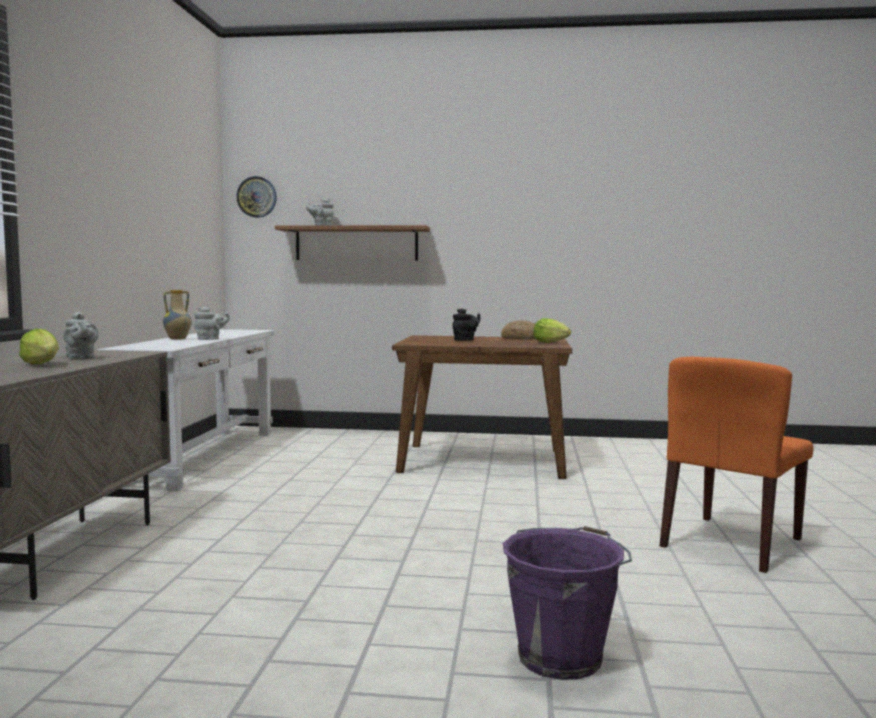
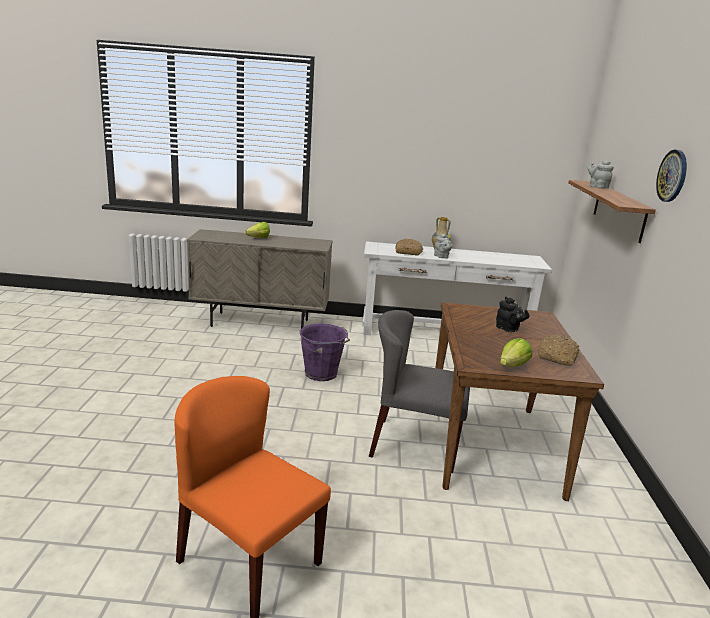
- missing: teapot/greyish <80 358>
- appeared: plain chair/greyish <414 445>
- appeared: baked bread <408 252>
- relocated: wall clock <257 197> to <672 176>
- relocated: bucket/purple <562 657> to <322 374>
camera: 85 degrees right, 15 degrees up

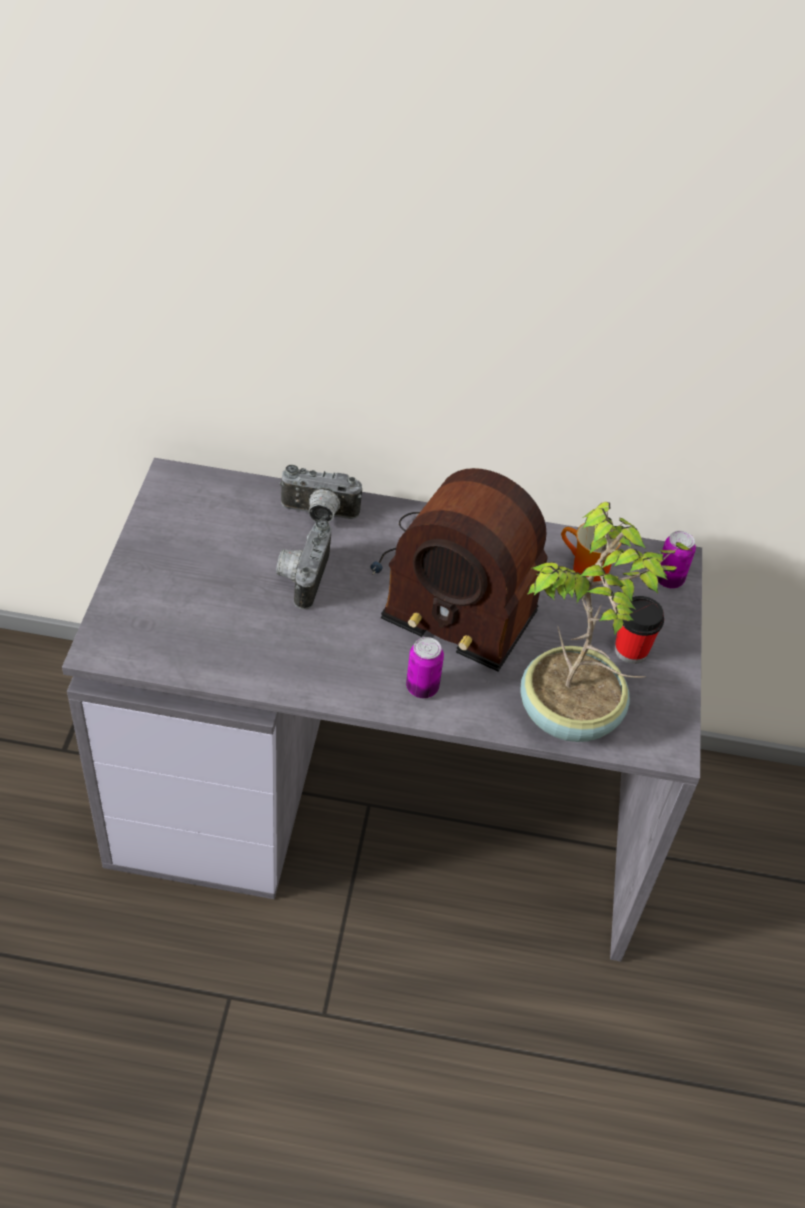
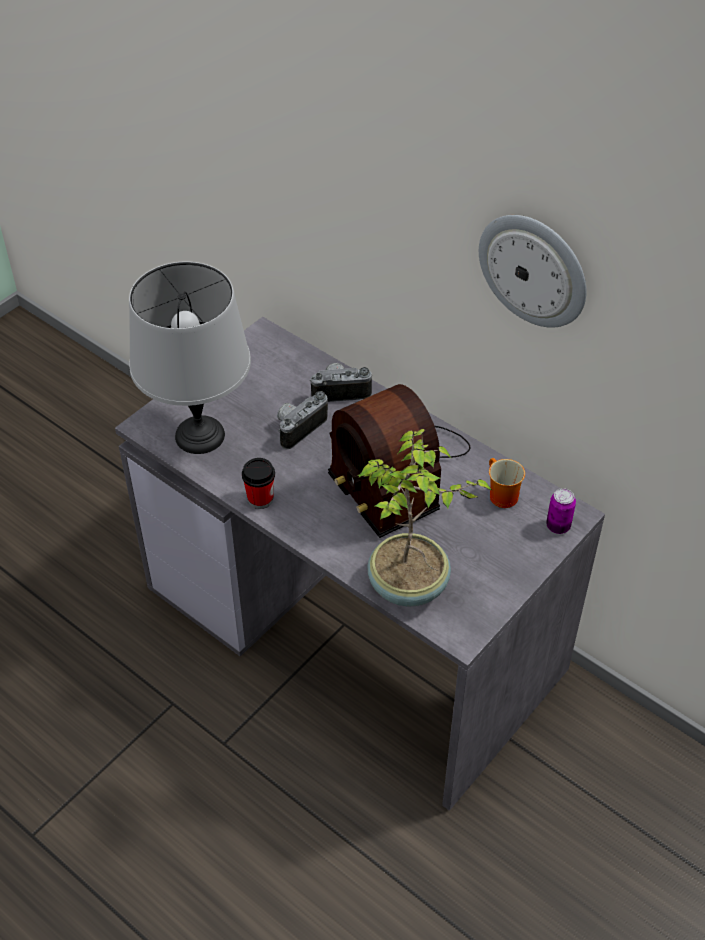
- missing: sealed can <422 688>
- appeared: table lamp/greyish <199 434>
- appeared: wall clock <534 269>
- relocated: cup <631 650> to <260 499>
- spun: still camera <318 515> = <340 391> 135 degrees clockwise
camera: 35 degrees right, 0 degrees up

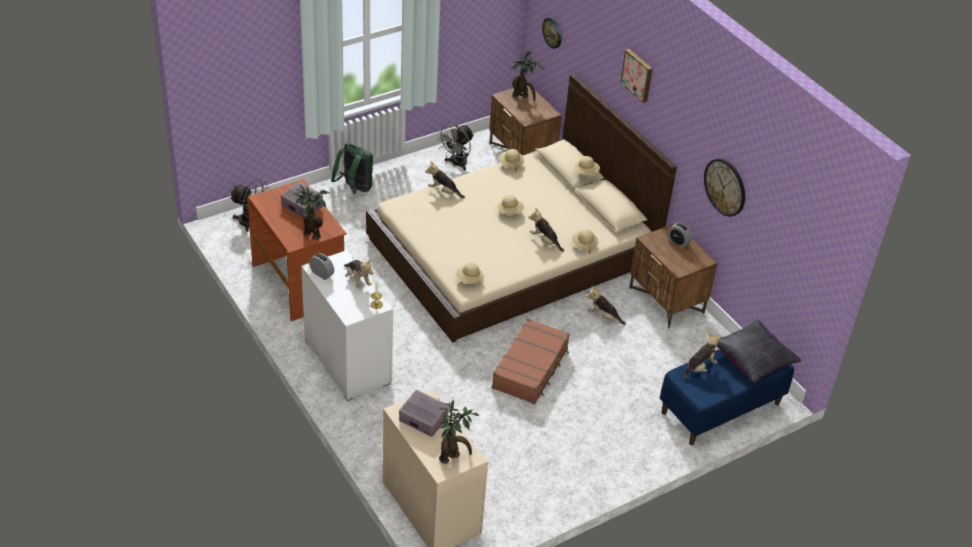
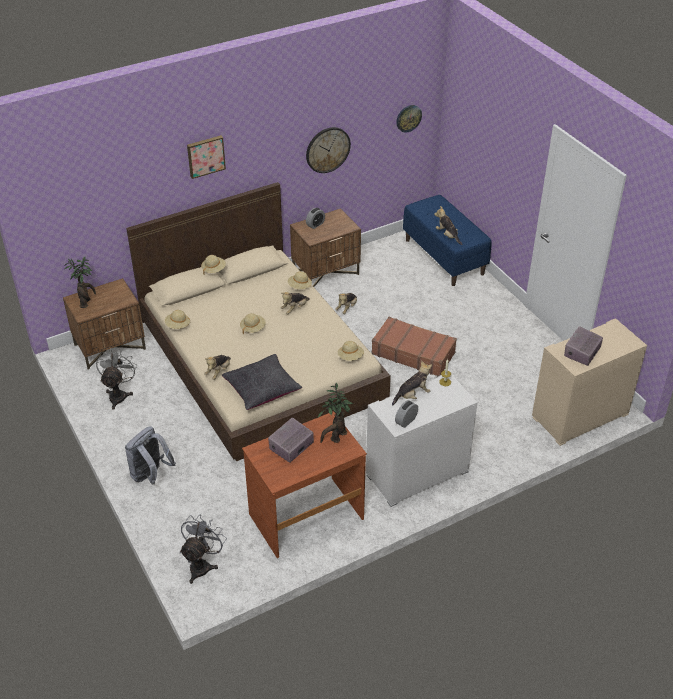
- missing: houseplant <452 457>
- relocated: wall clock <552 32> to <408 118>
- relocated: cushion/black <753 358> to <262 389>
- colour: rucksack/green-coloured <354 189> to rucksack/greyish <150 475>
- spun: electric fan/greyish <456 164> = <119 394> 120 degrees counterclockwise
camera: 85 degrees left, 0 degrees up

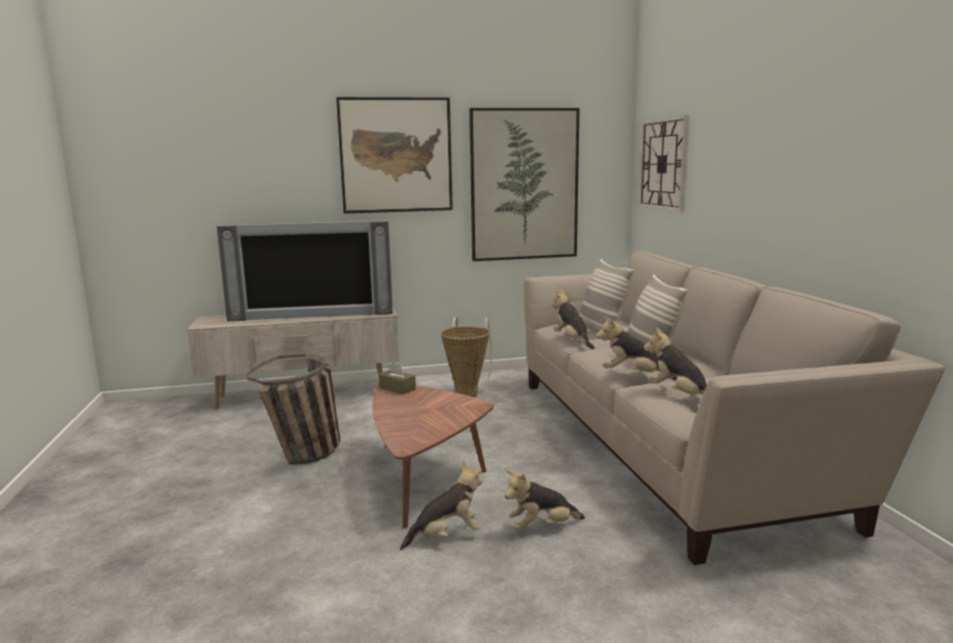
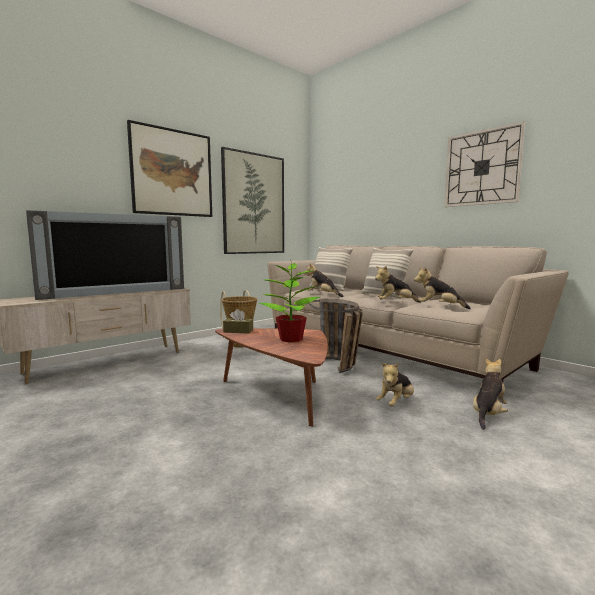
- appeared: houseplant <290 339>
- relocated: basket <307 457> to <341 368>
- relocated: soft toy <446 536> to <488 414>
- relocated: wall clock <663 164> to <482 168>
camera: 30 degrees left, 5 degrees down

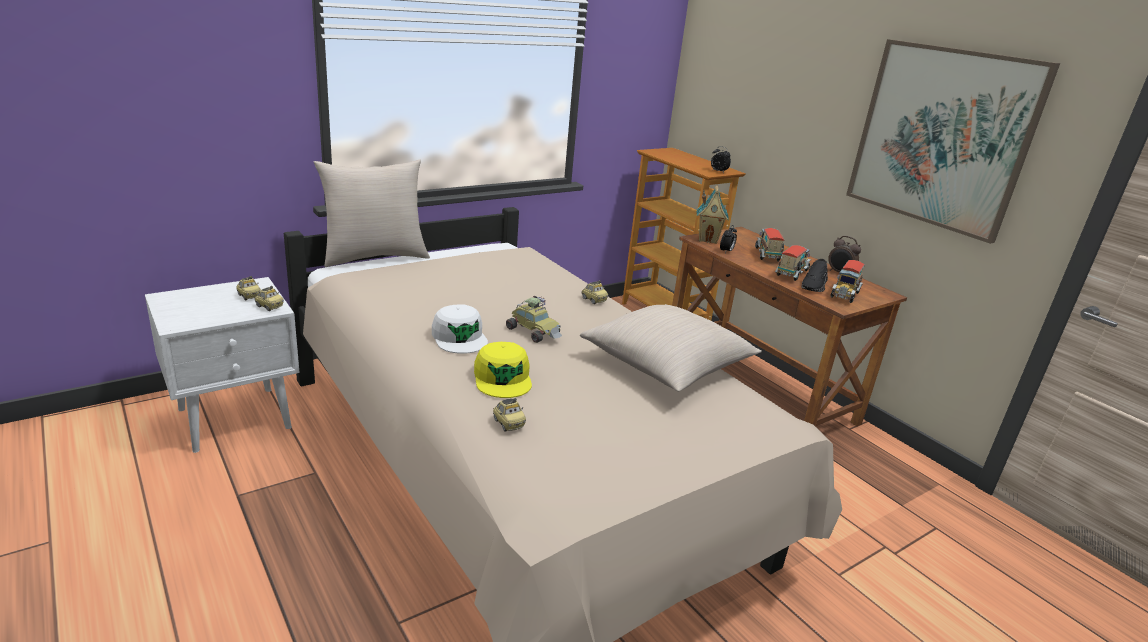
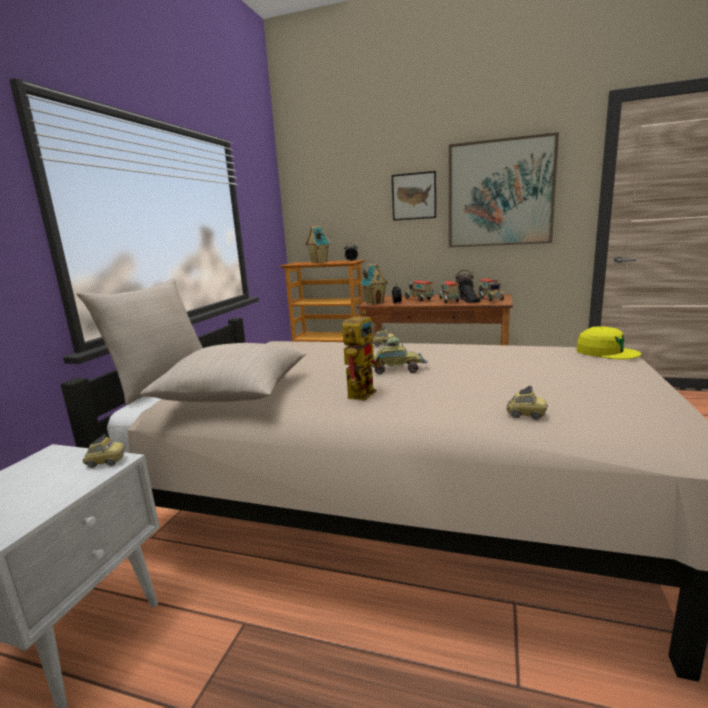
- missing: toy car <249 296>
- appeared: toy house <318 262>
- appeared: wall art <414 196>
- relocated: baseball cap/yellow-coloured <503 378> to <606 352>
- relocated: cushion/beige-coloured <666 365> to <235 394>
- exchanged: baseball cap/whitish <459 337> to toy robot <362 391>
camera: 35 degrees left, 10 degrees down

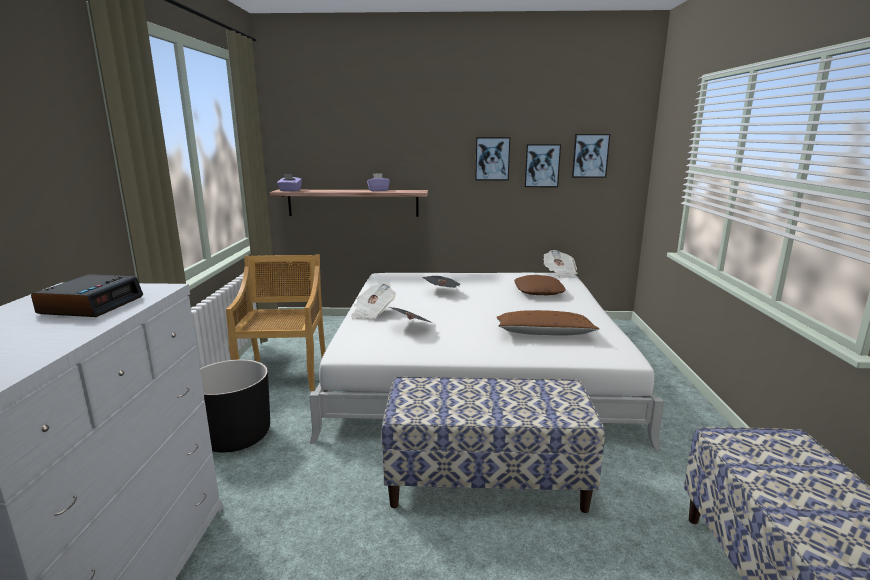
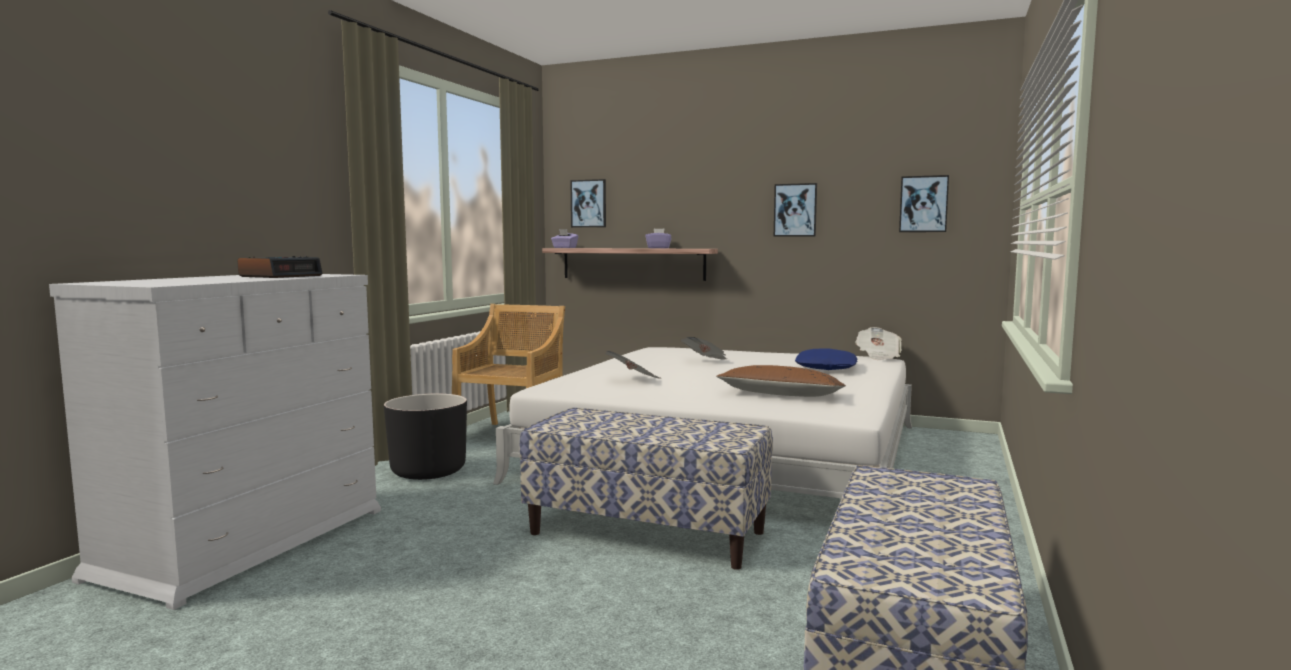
- missing: newspaper <372 313>
- relocated: wall art <542 165> to <589 203>
- colour: cushion/brown <539 291> to cushion/blue-coloured <826 367>
camera: 20 degrees right, 10 degrees down

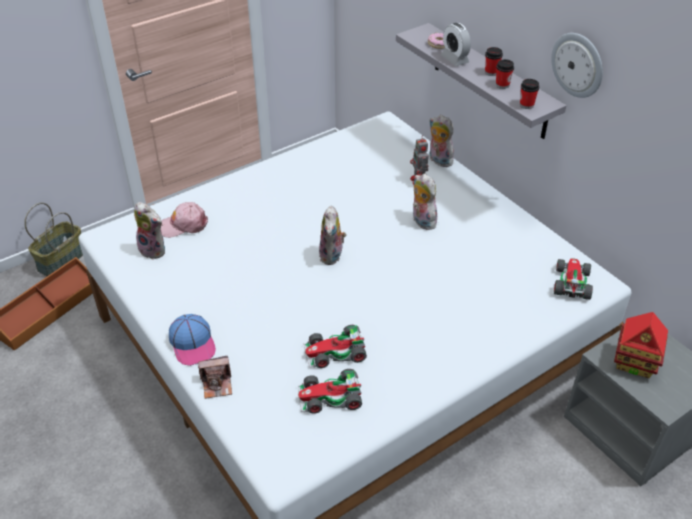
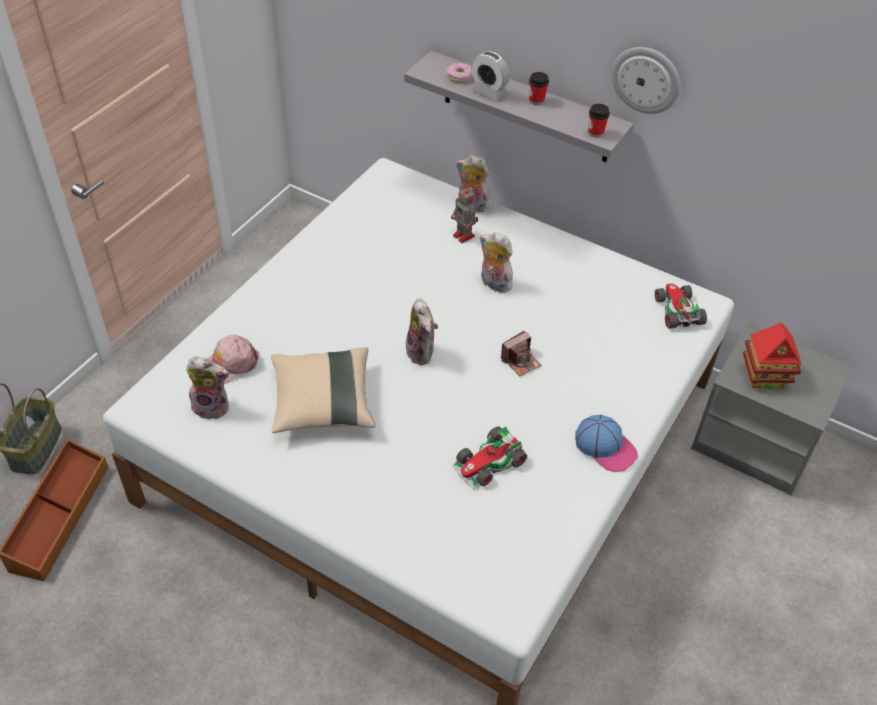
- missing: toy car <330 397>
- missing: cup <502 85>
- appeared: cushion/beige-coloured <323 403>
- relocated: baseball cap <193 344> to <605 447>
- relocated: still camera <217 384> to <520 361>
camera: 25 degrees left, 5 degrees up

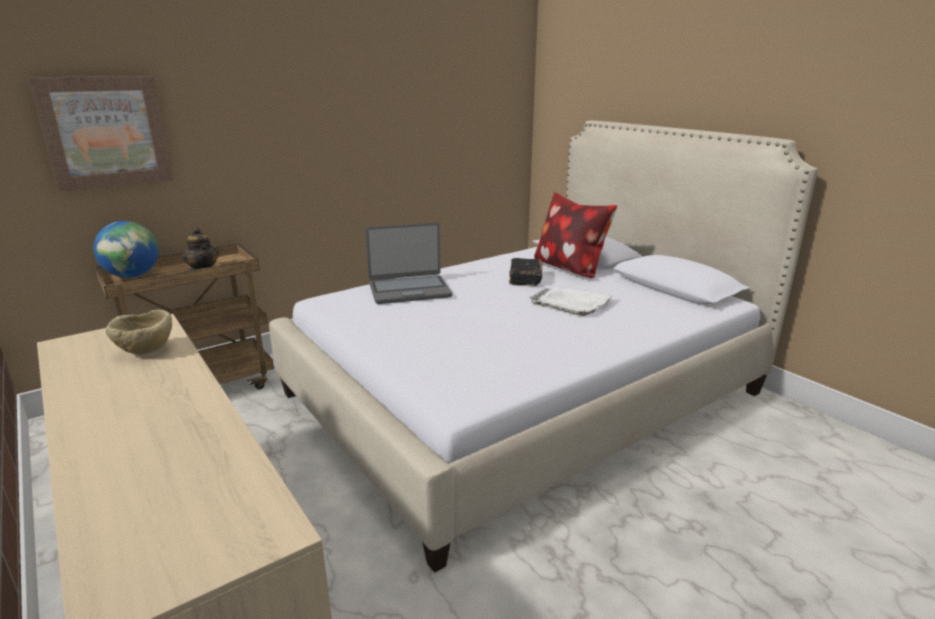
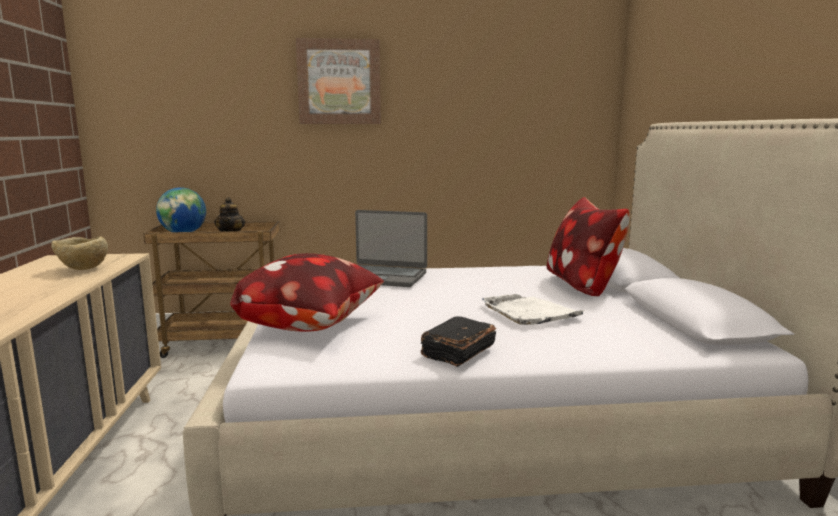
- appeared: cushion <313 326>
- relocated: wall art <105 132> to <339 82>
- relocated: bound book/black <524 279> to <457 353>
camera: 30 degrees right, 10 degrees down

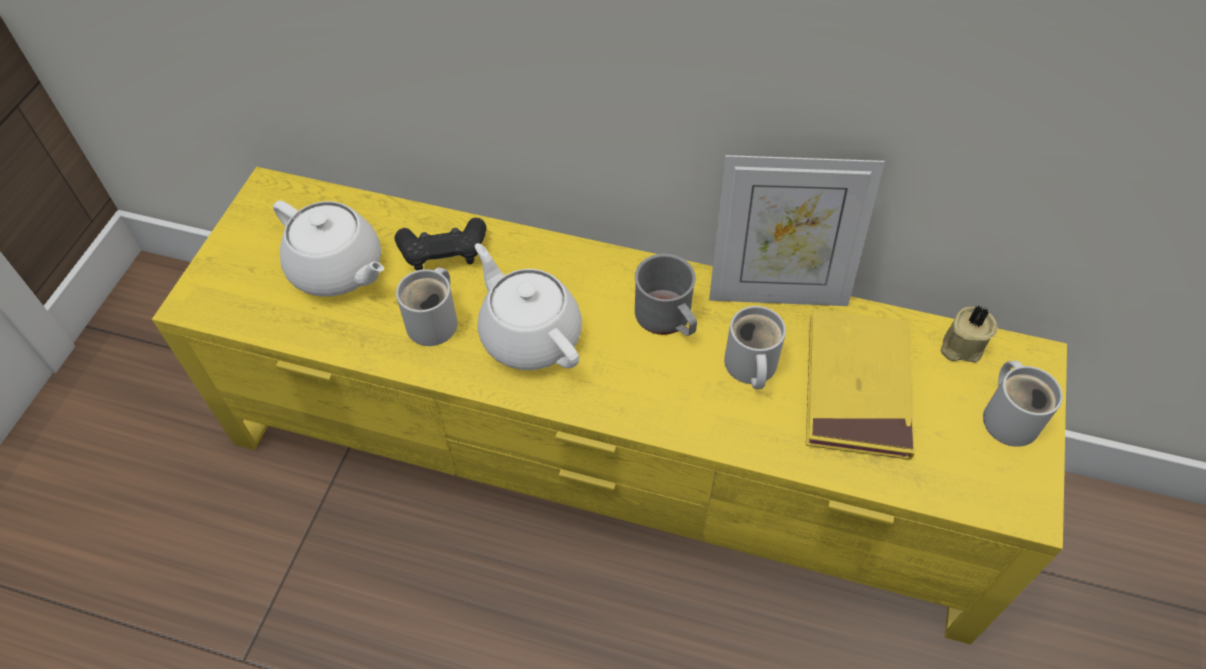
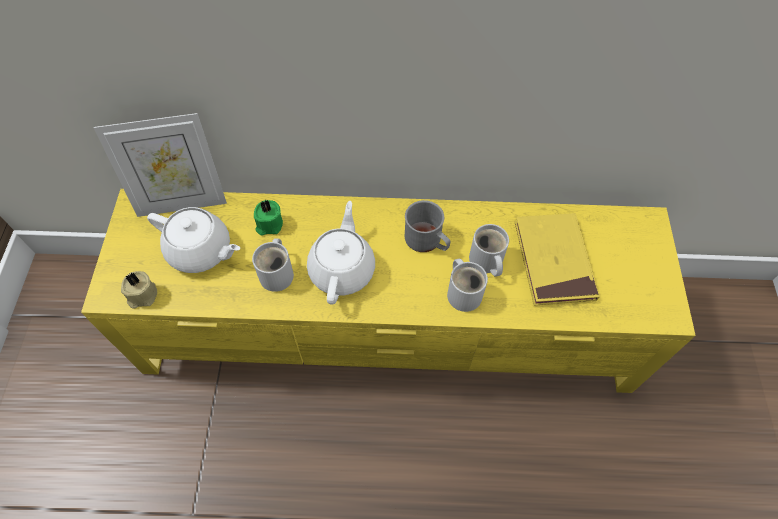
- relocated: standing frame <777 291> to <182 202>
- relocated: wax candle/beige-coloured <960 346> to <142 295>
- relocated: coffee mug/whitish <1010 417> to <464 292>
- exchanged: game controller/black <443 252> to wax candle/green-coloured <269 224>
- spun: teapot/whitish <530 335> = <342 269> 60 degrees clockwise
camera: 15 degrees left, 5 degrees up

